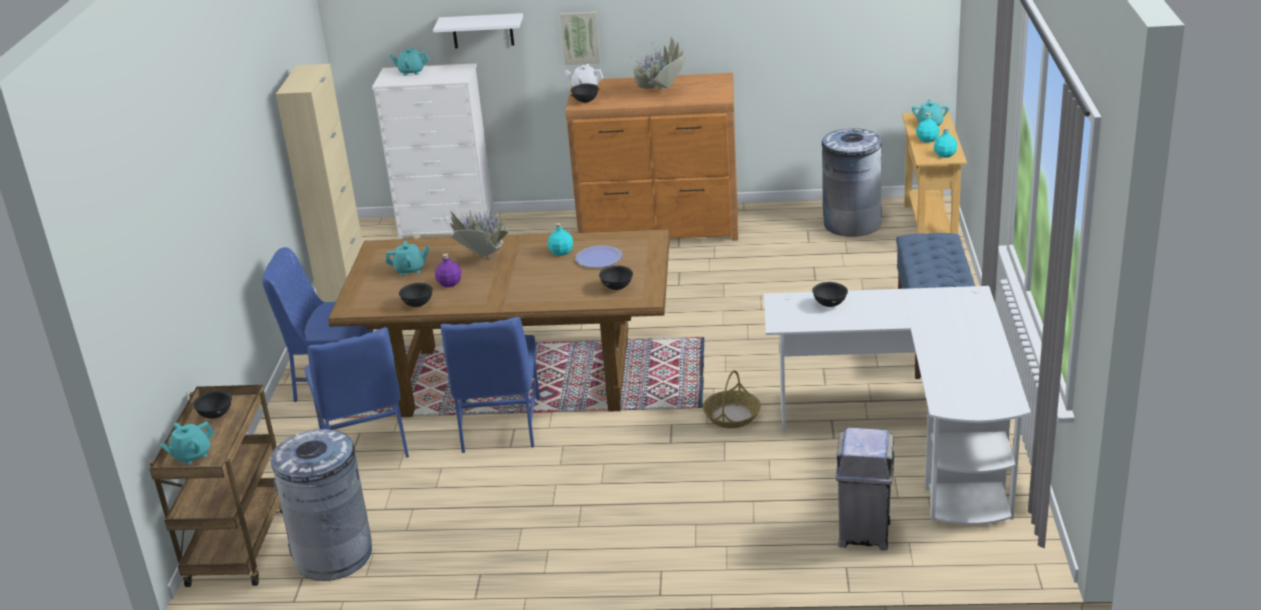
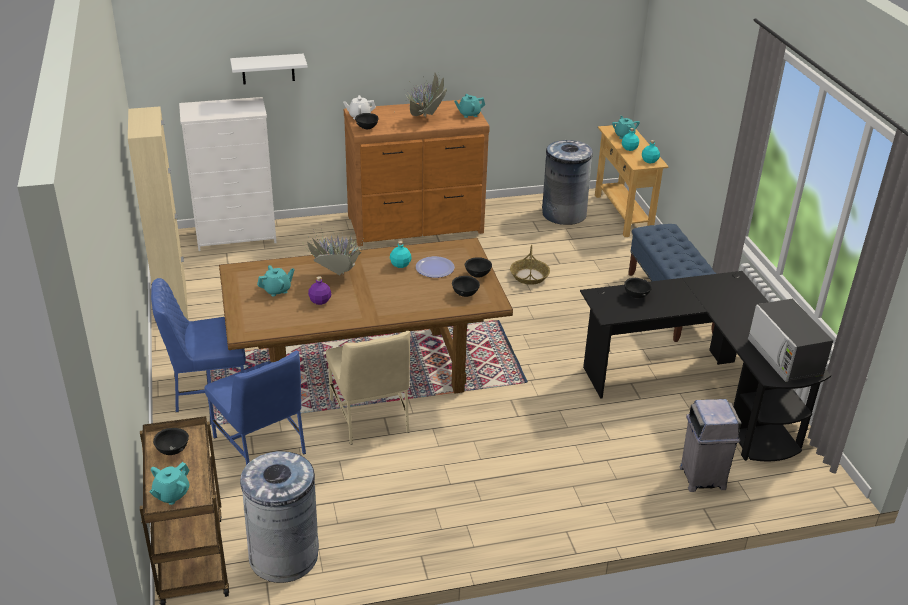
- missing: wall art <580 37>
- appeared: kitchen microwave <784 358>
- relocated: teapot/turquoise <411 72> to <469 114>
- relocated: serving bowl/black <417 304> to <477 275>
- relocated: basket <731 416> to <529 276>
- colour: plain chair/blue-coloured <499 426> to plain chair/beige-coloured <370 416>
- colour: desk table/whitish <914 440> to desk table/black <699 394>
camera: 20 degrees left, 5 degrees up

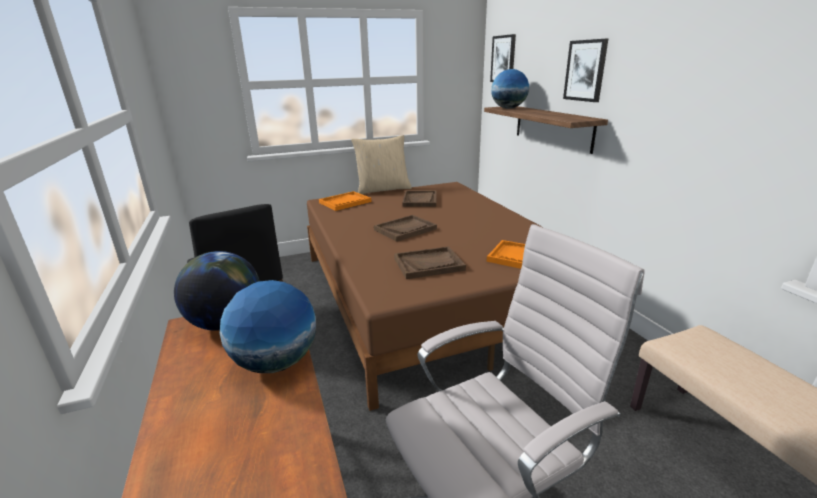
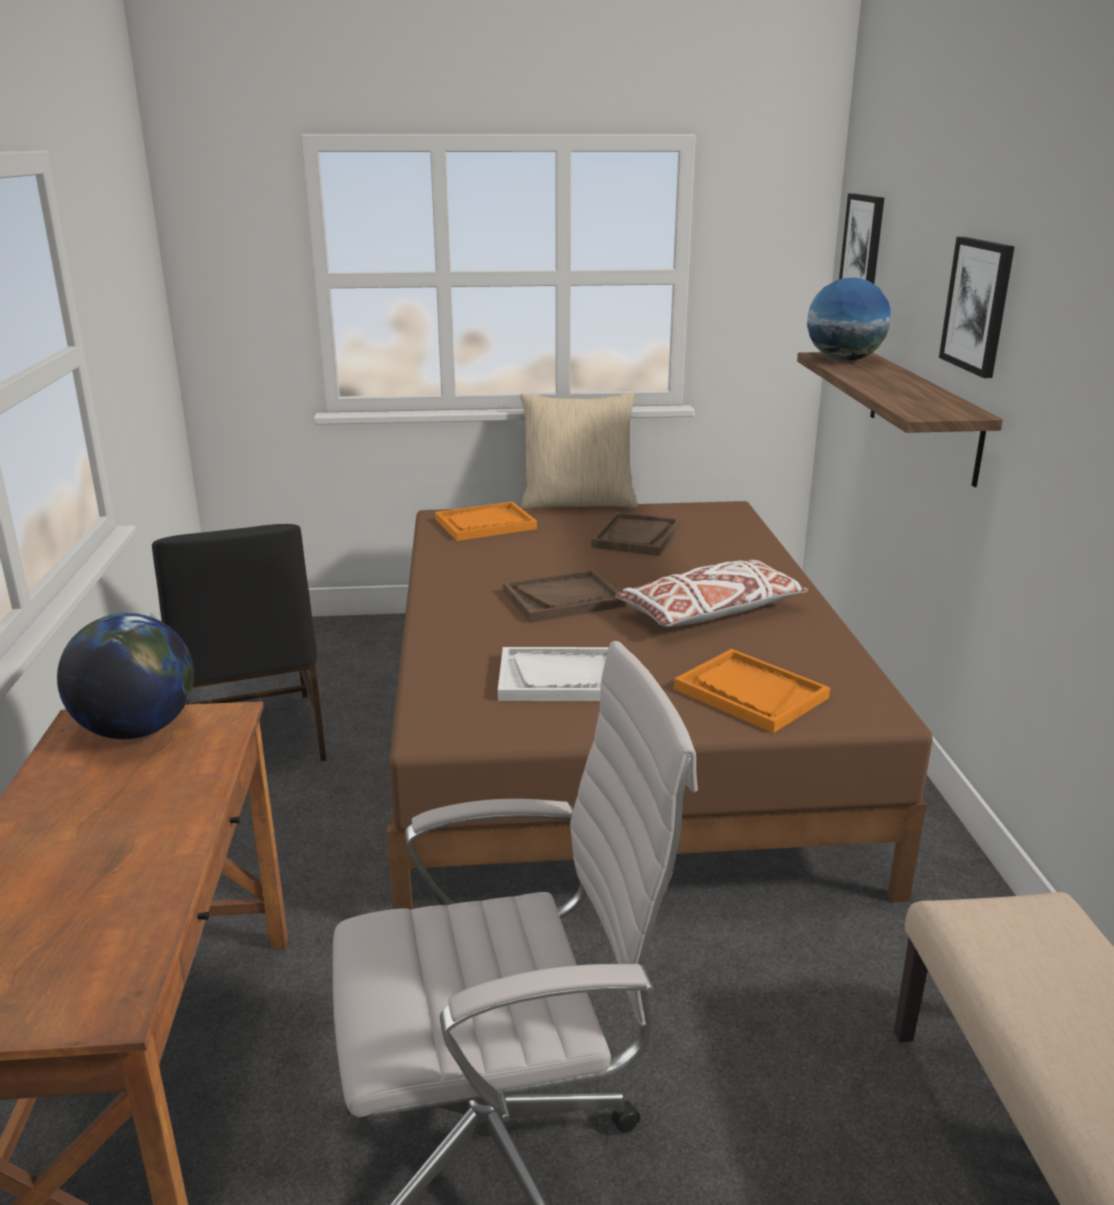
- missing: world globe <276 362>
- appeared: cushion/whitish <710 612>
- colour: serving tray/brown <429 264> to serving tray/whitish <559 678>
camera: 15 degrees right, 0 degrees up

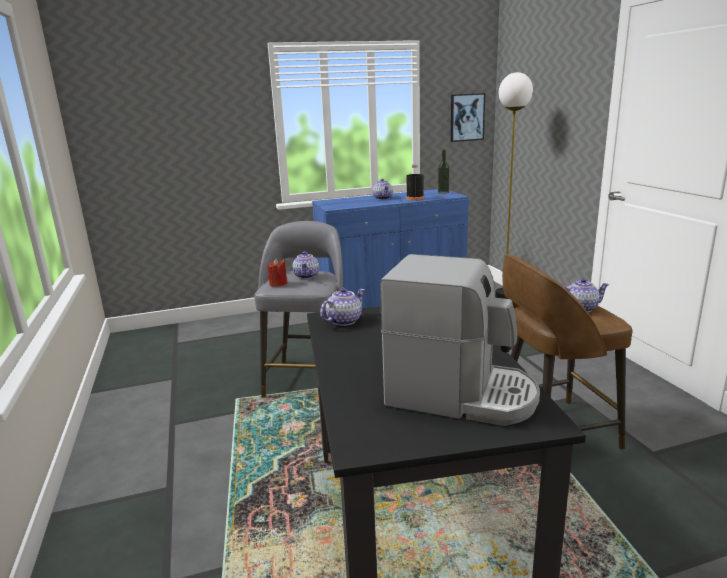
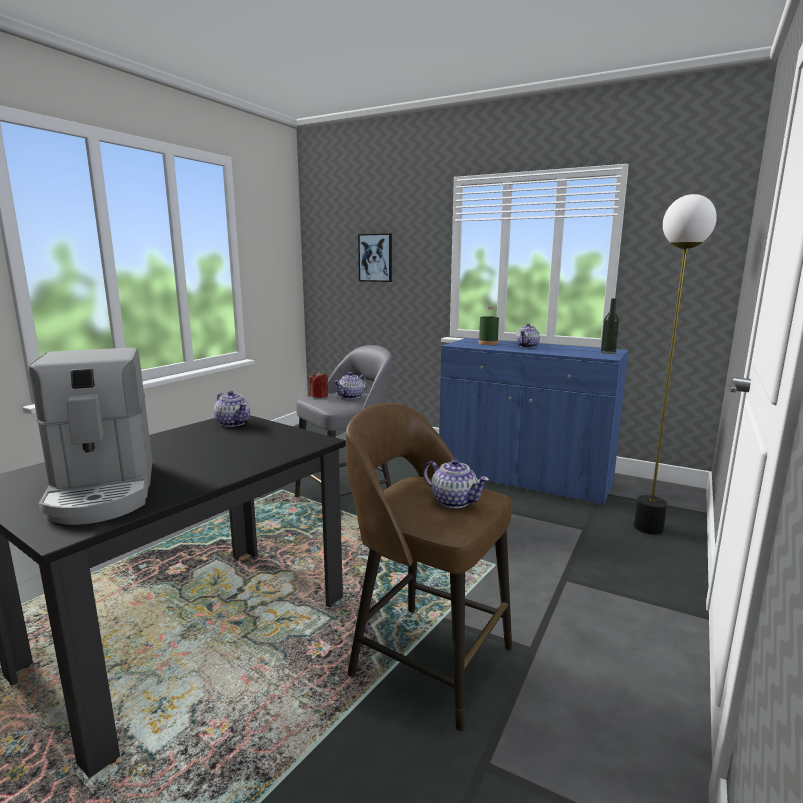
- missing: drink bottle/black <415 198>
- appeared: drink bottle/green-coloured <488 343>
- relocated: wall art <467 117> to <375 258>
- spun: teapot <344 320> = <233 423> 45 degrees clockwise
camera: 45 degrees right, 5 degrees down

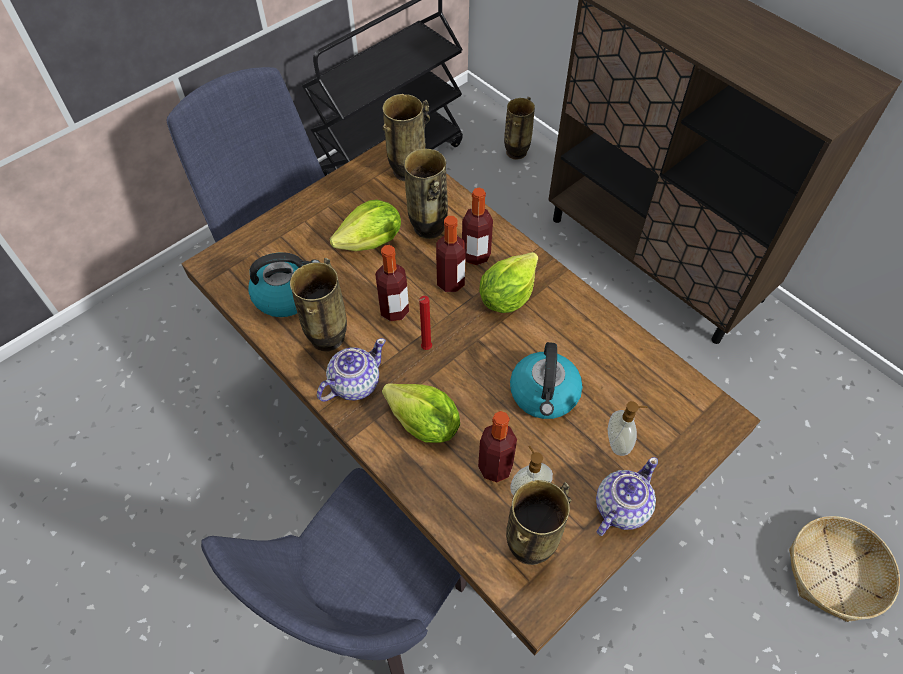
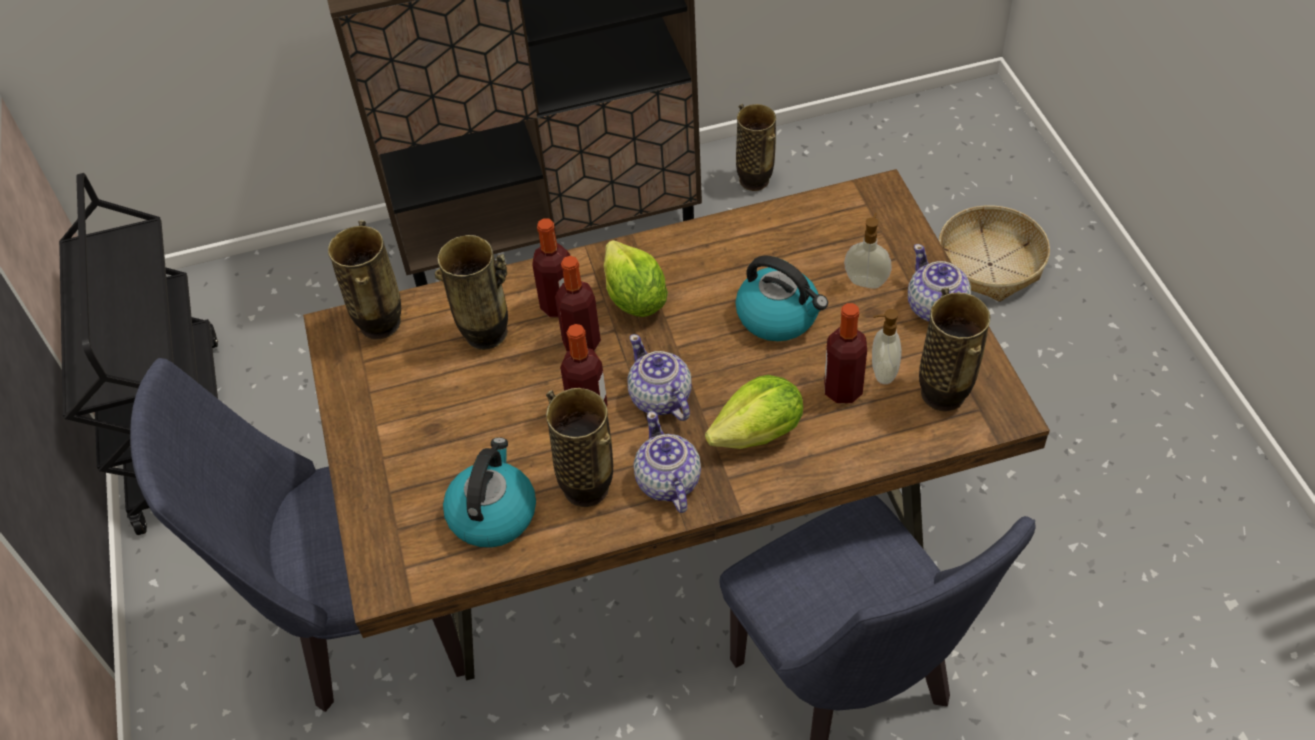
- missing: lettuce head <371 242>
- relocated: vase <516 152> to <754 180>
- exchanged: wax candle/reddish <425 349> to teapot <660 398>
camera: 60 degrees left, 5 degrees down

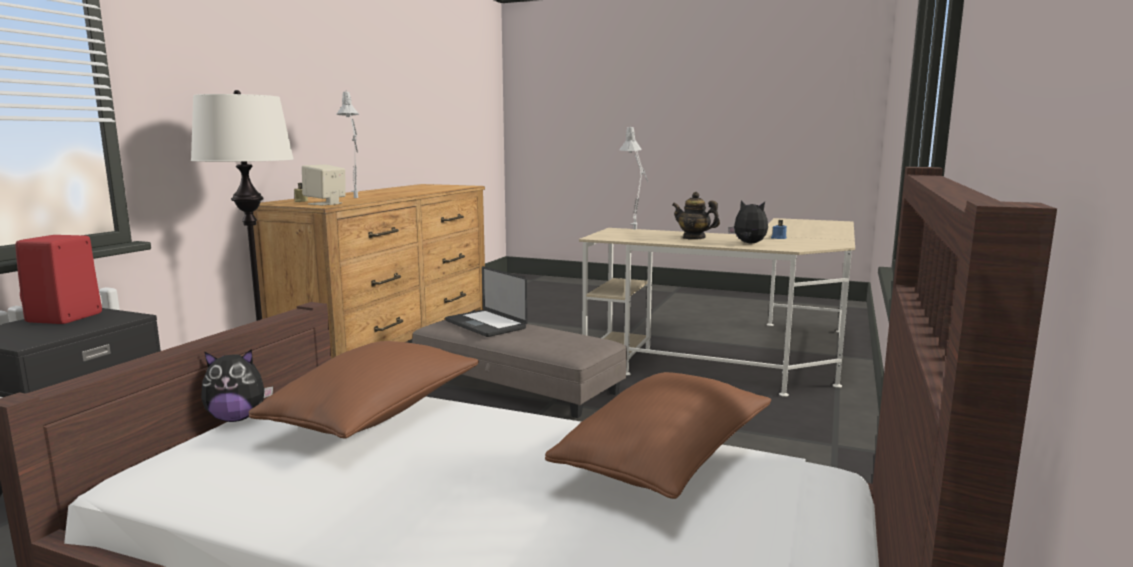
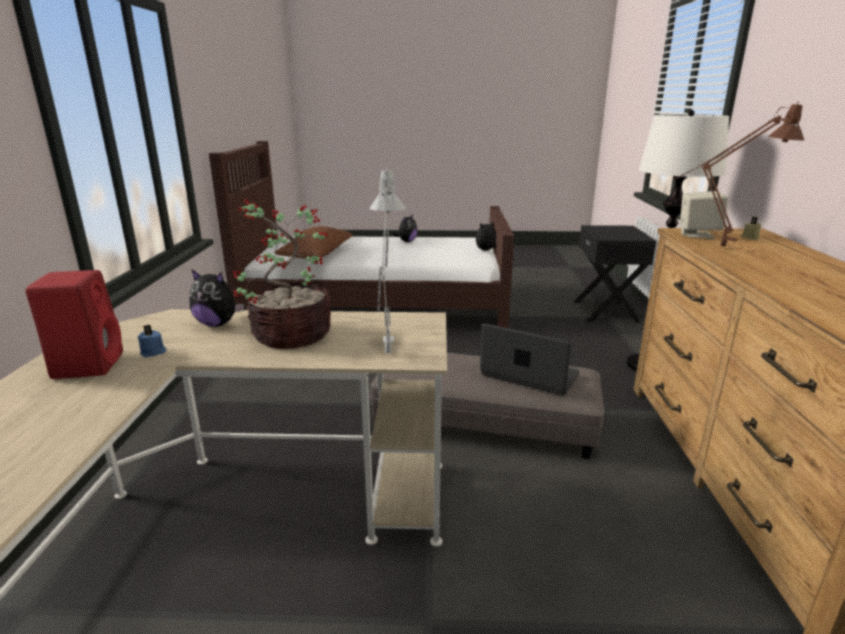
- missing: cushion/brown <377 415>
- appeared: soft toy <407 241>
- relocated: speaker/reddish <63 318> to <89 364>
- exchanged: teapot <694 238> to houseplant <289 335>
- colour: table lamp/greyish <356 200> to table lamp/brown <714 246>
camera: 160 degrees right, 10 degrees up

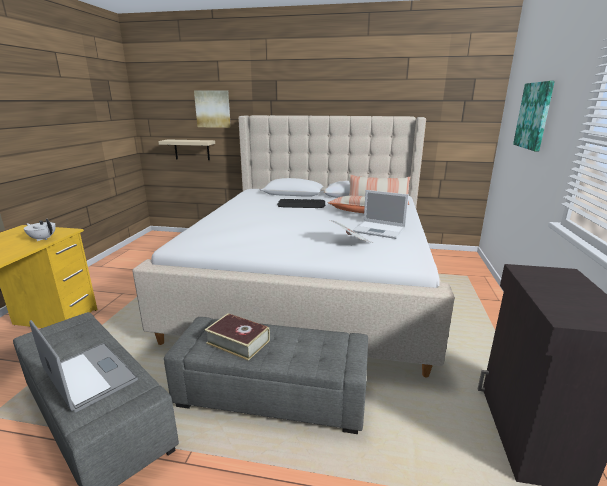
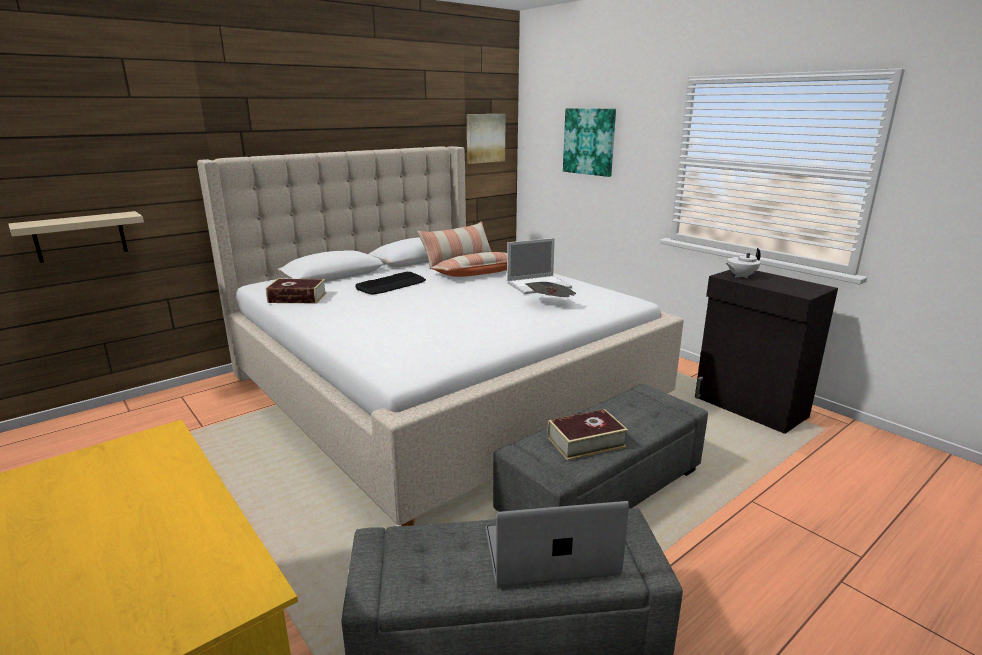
- appeared: bound book <297 298>
- relocated: teapot/whitish <43 239> to <740 276>
- relocated: wall art <213 109> to <485 138>
camera: 50 degrees left, 0 degrees up

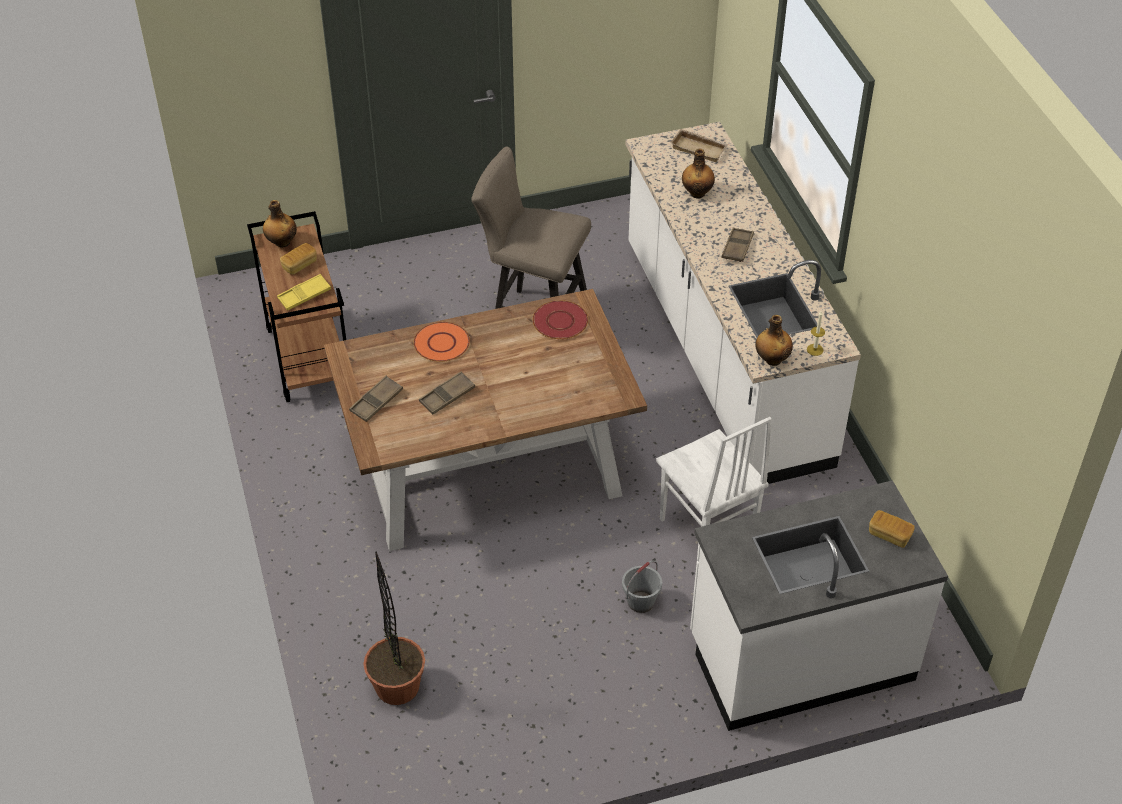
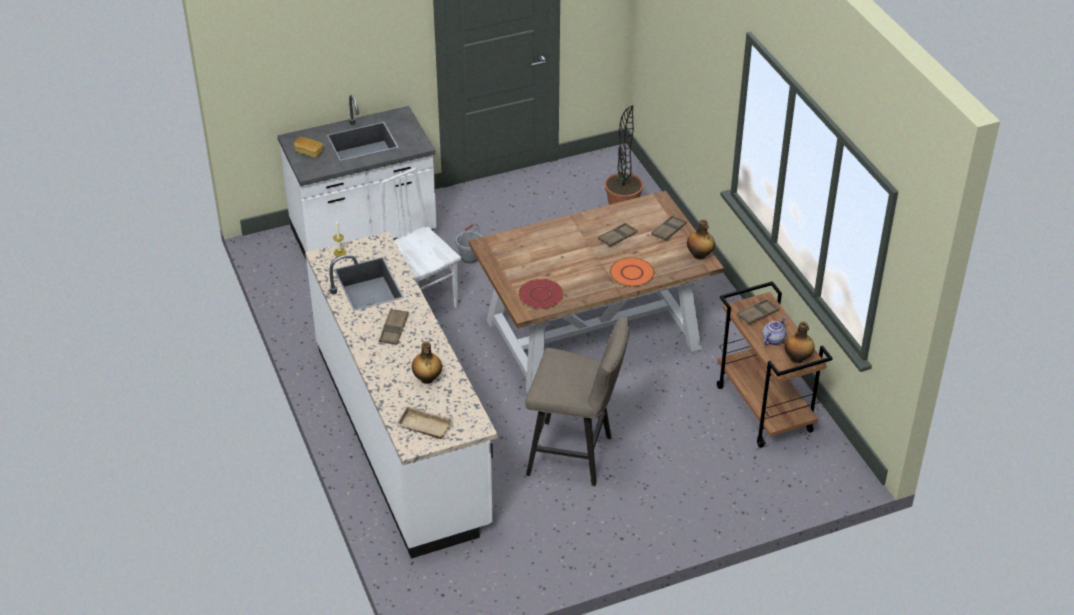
- relocated: drink bottle <772 359> to <699 255>
- exchanged: baked bread <299 265> to teapot <773 339>
- colour: serving tray/yellow-coloured <304 295> to serving tray/brown <757 314>
camera: 175 degrees right, 5 degrees down

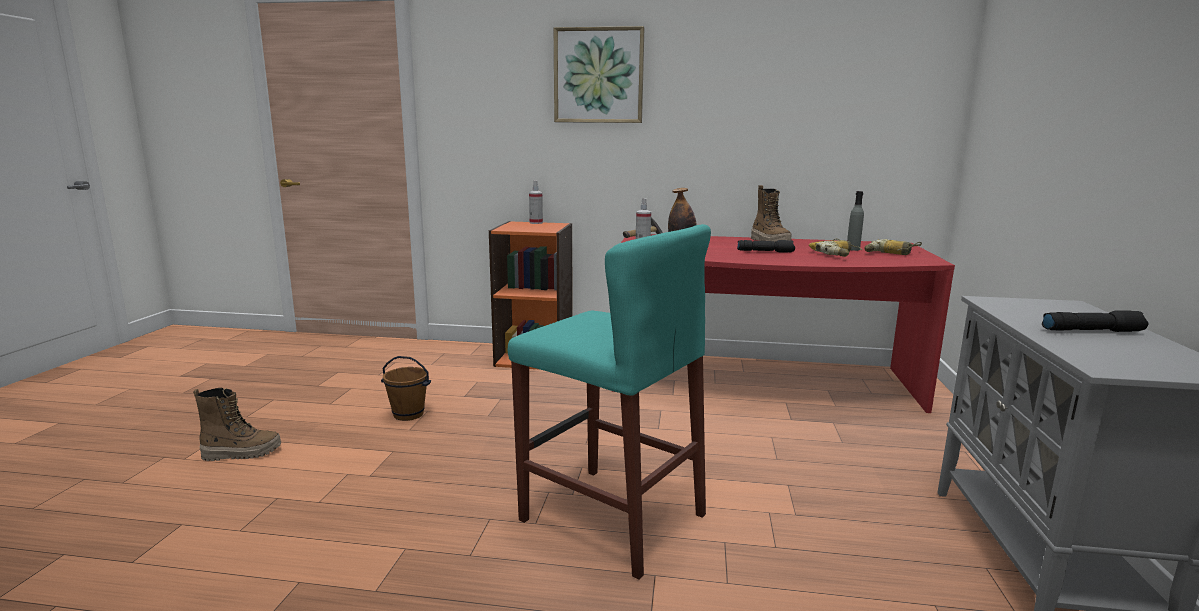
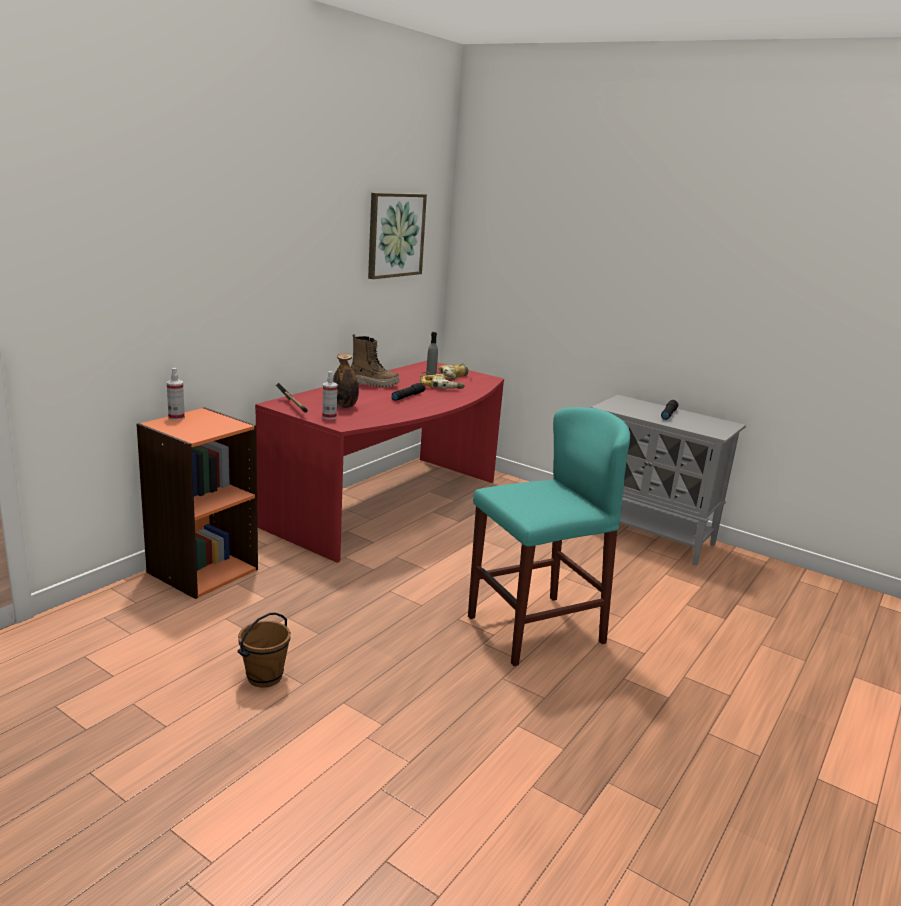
- missing: high-top boot <242 453>
- relocated: wall art <598 76> to <395 235>
camera: 65 degrees left, 5 degrees up

